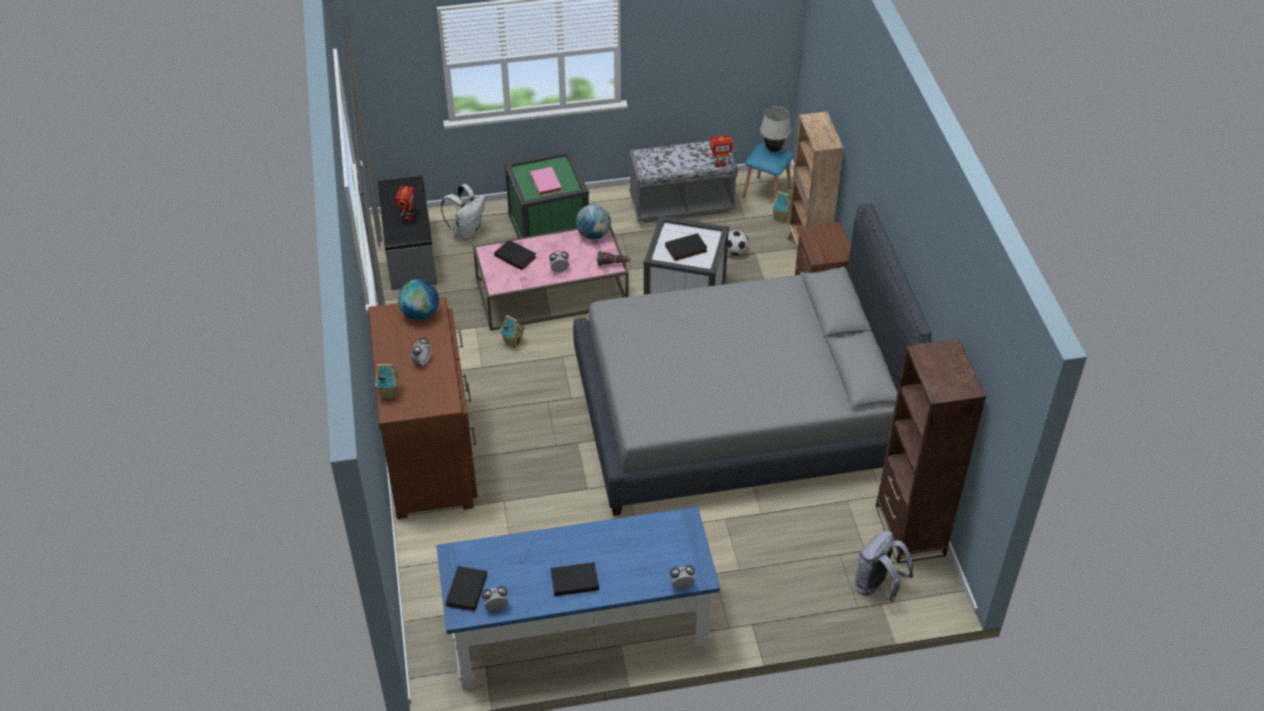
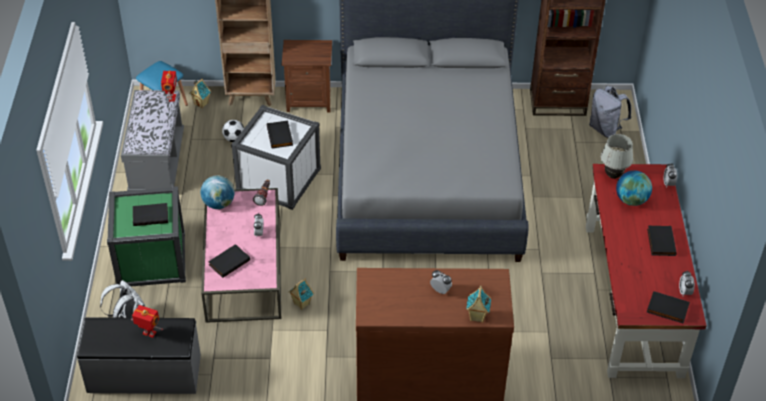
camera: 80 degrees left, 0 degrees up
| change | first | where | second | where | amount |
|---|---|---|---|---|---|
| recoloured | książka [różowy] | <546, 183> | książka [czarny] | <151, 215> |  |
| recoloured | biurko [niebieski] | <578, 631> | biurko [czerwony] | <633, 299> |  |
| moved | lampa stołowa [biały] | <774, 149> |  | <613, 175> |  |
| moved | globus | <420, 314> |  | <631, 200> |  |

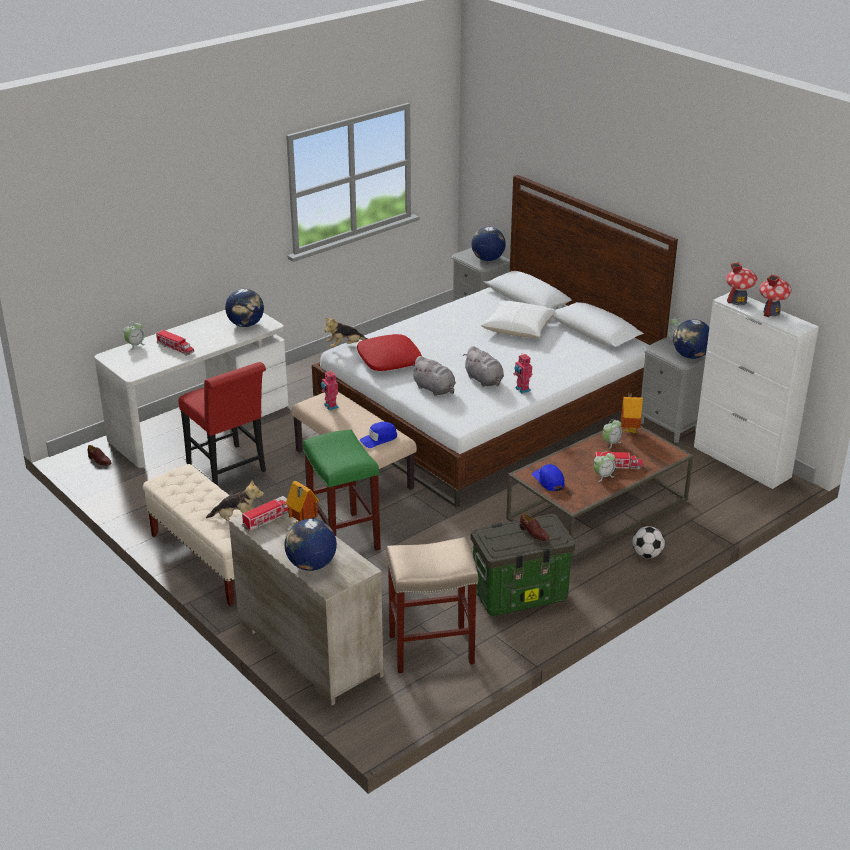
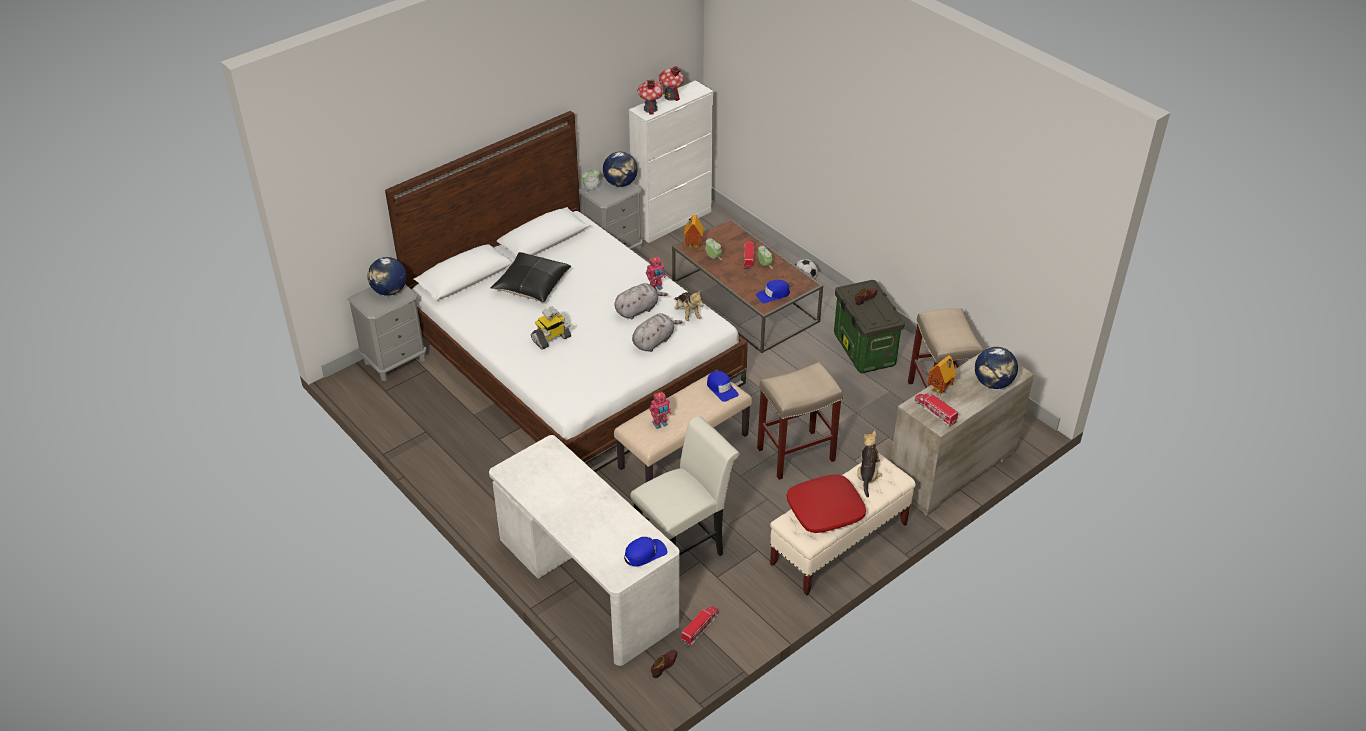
camera: 90 degrees left, 10 degrees up
| change | first | where | second | where | amount |
|---|---|---|---|---|---|
| recoloured | poduszka [biały] | <519, 328> | poduszka [czarny] | <532, 285> |  |
| added |  |  | robot zabawkowy | <551, 339> |  |
| added |  |  | czapka z daszkiem [niebieski] | <645, 553> |  |
| recoloured | krzesło [czerwony] | <229, 470> | krzesło [biały] | <684, 546> |  |
| moved | pluszak | <345, 346> |  | <687, 313> |  |
| moved | ciężarówka zabawkowa | <175, 348> |  | <700, 627> |  |
| recoloured | stołek [zielony] | <342, 536> | stołek [beżowy] | <795, 455> |  |
| moved | poduszka [czerwony] | <389, 360> |  | <825, 510> |  |
| removed | budzik | <135, 345> |  |  |  |
| removed | globus | <246, 325> |  |  |  |

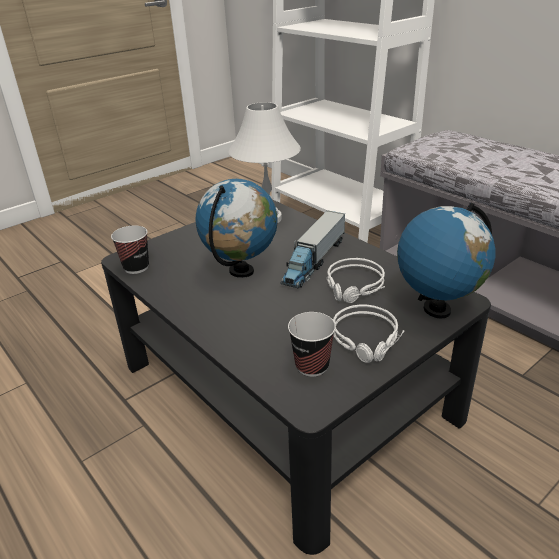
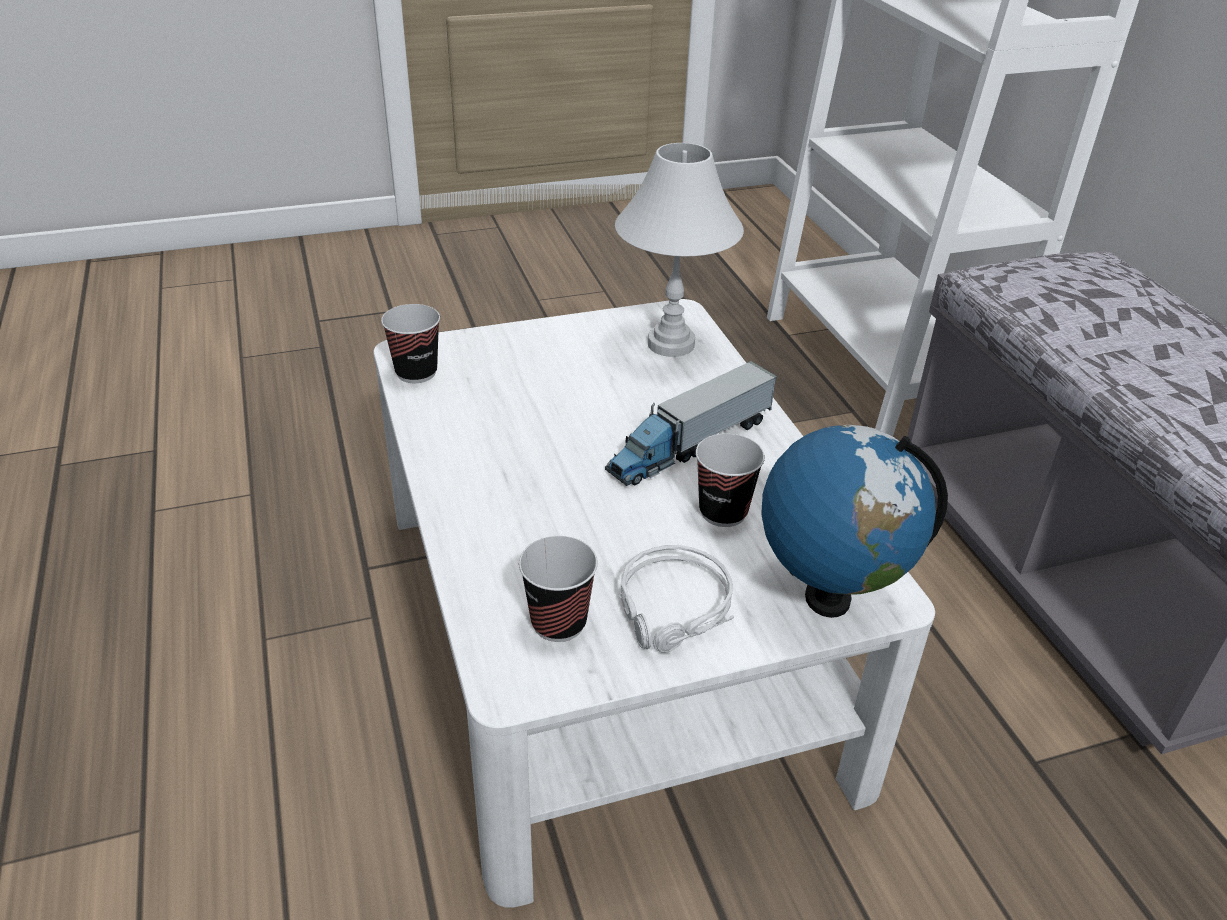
camera: 20 degrees right, 5 degrees up
| change | first | where | second | where | amount |
|---|---|---|---|---|---|
| recoloured | ława [czarny] | <285, 389> | ława [biały] | <609, 637> |  |
| replaced | słuchawki [szary] | <355, 286> | filiżanka | <723, 512> |  |
| removed | globus | <241, 271> |  |  |  |

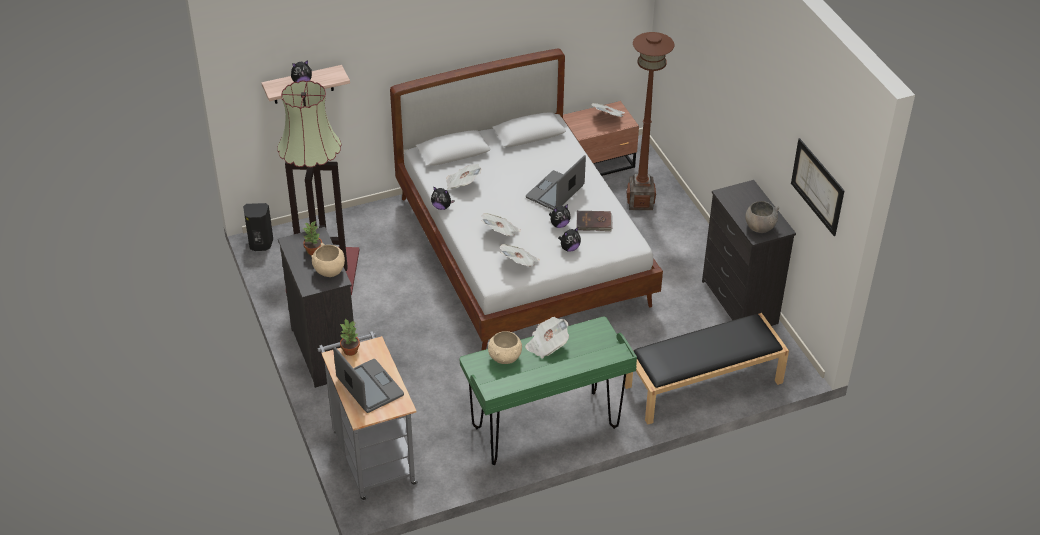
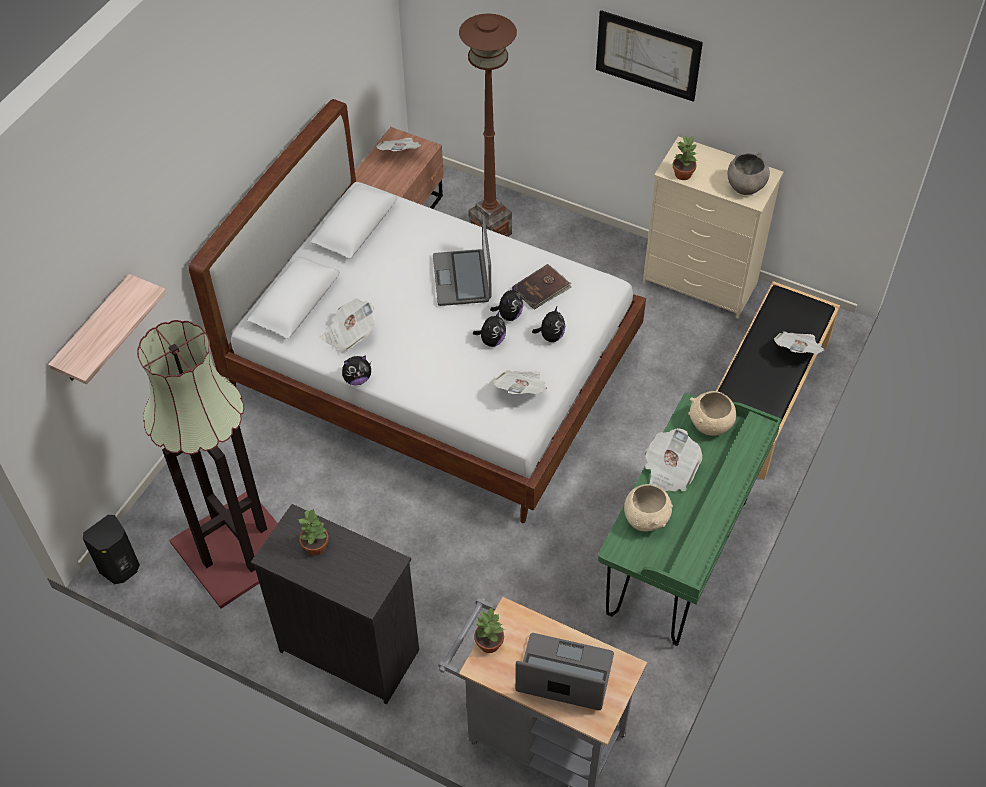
camera: 40 degrees left, 10 degrees up
| change | first | where | second | where | amount |
|---|---|---|---|---|---|
| moved | pluszak | <302, 82> |  | <491, 340> |  |
| moved | obraz | <817, 186> |  | <647, 55> |  |
| recoloured | komoda [czarny] | <739, 303> | komoda [beżowy] | <700, 283> |  |
| added |  |  | roślina doniczkowa | <683, 174> |  |
| moved | miska [beżowy] | <329, 271> |  | <710, 425> |  |
| moved | gazeta | <501, 232> |  | <797, 351> |  |

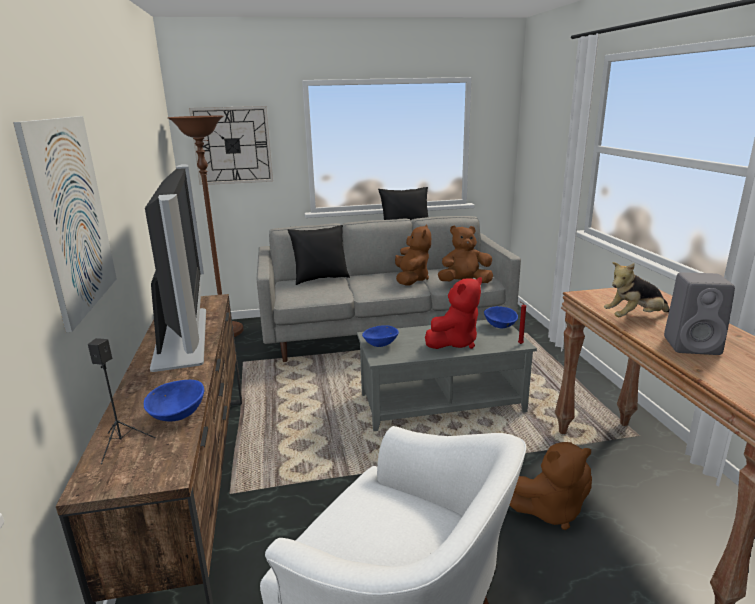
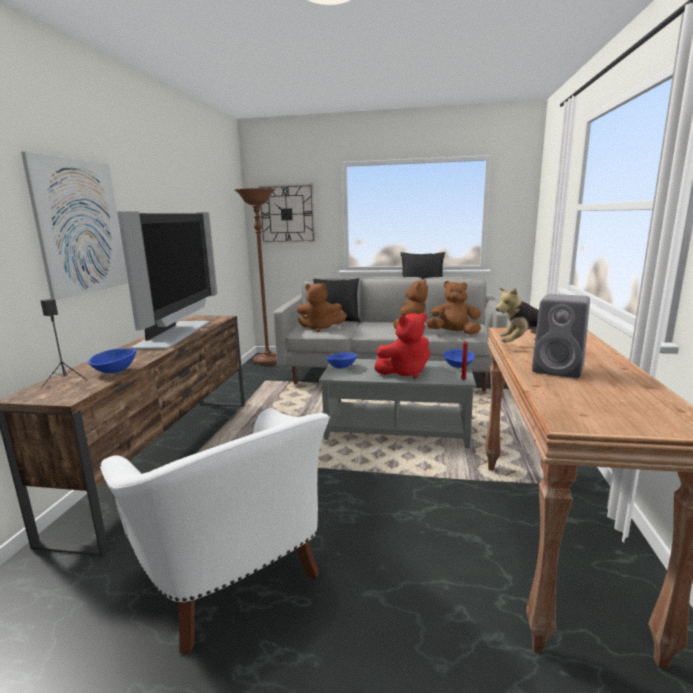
camera: 20 degrees right, 5 degrees down
| change | first | where | second | where | amount |
|---|---|---|---|---|---|
| moved | pluszak [brązowy] | <550, 510> |  | <320, 328> |  |

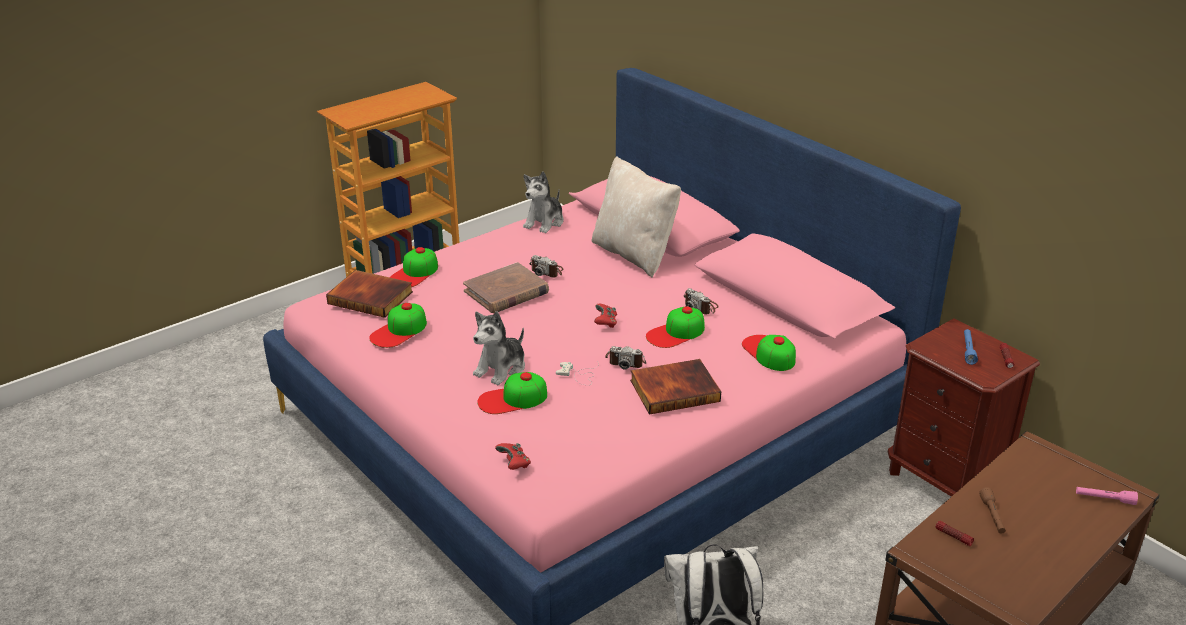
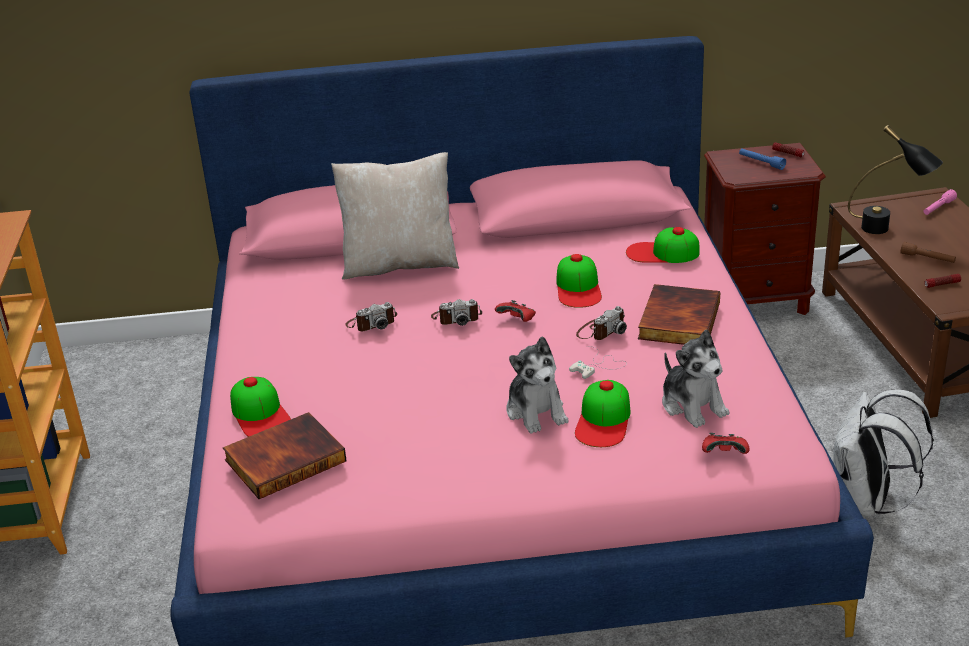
camera: 55 degrees left, 0 degrees up
| change | first | where | second | where | amount |
|---|---|---|---|---|---|
| moved | aparat fotograficzny | <701, 306> |  | <456, 318> |  |
| moved | pluszak | <544, 222> |  | <693, 405> |  |
| added |  |  | lampa stołowa [czarny] | <888, 230> |  |
| removed | czapka z daszkiem | <399, 331> |  |  |  |
| removed | książka [brązowy] | <506, 292> |  |  |  |

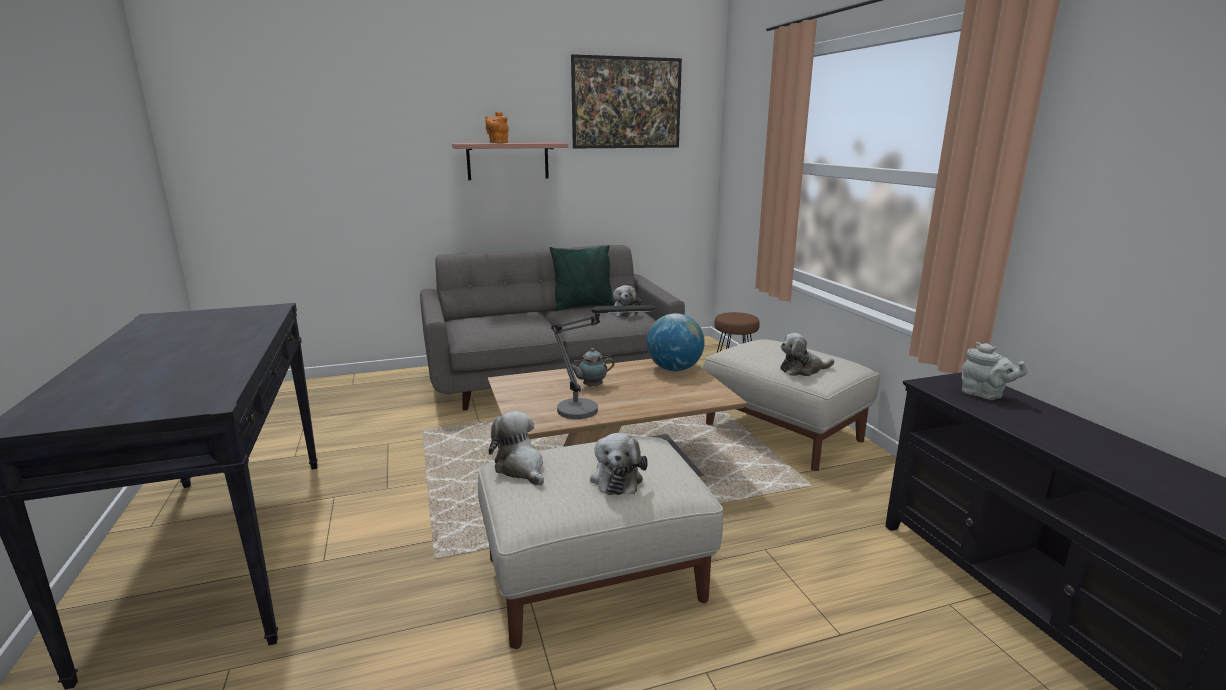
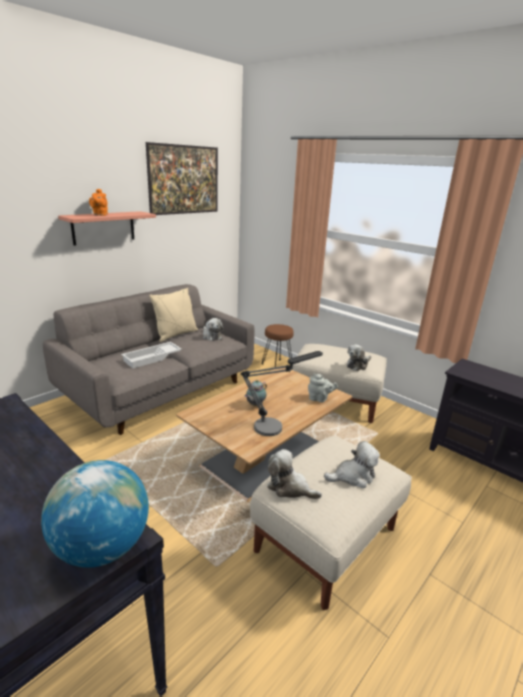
camera: 30 degrees left, 5 degrees up
| change | first | where | second | where | amount |
|---|---|---|---|---|---|
| moved | globus | <674, 369> |  | <102, 547> |  |
| added |  |  | taca [biały] | <152, 358> |  |
| recoloured | poduszka [zielony] | <583, 306> | poduszka [beżowy] | <176, 334> |  |
| moved | imbryk [szary] | <985, 395> |  | <319, 399> |  |
| turned | pluszak | <617, 478> |  | <353, 476> | 75 degrees counterclockwise |

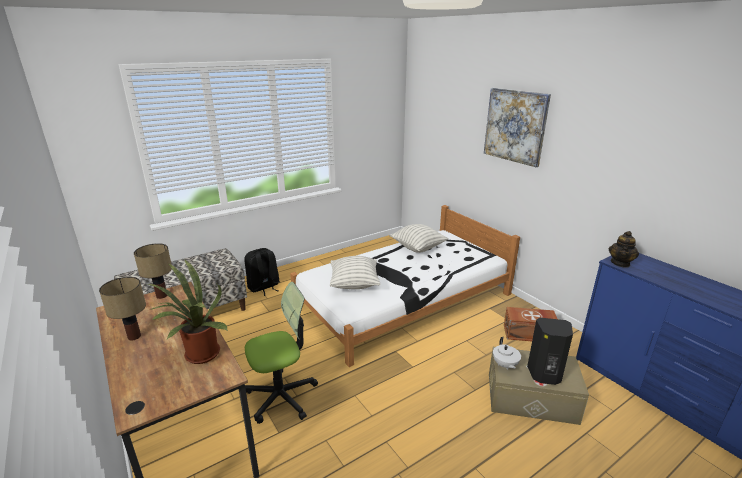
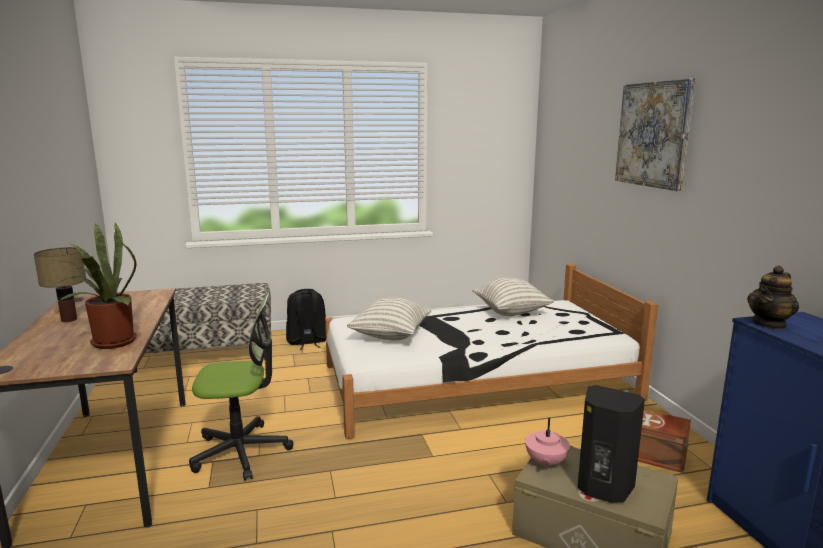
camera: 20 degrees right, 10 degrees down
| change | first | where | second | where | amount |
|---|---|---|---|---|---|
| recoloured | imbryk [biały] | <504, 365> | imbryk [różowy] | <545, 463> |  |
| removed | lampa stołowa | <162, 295> |  |  |  |

